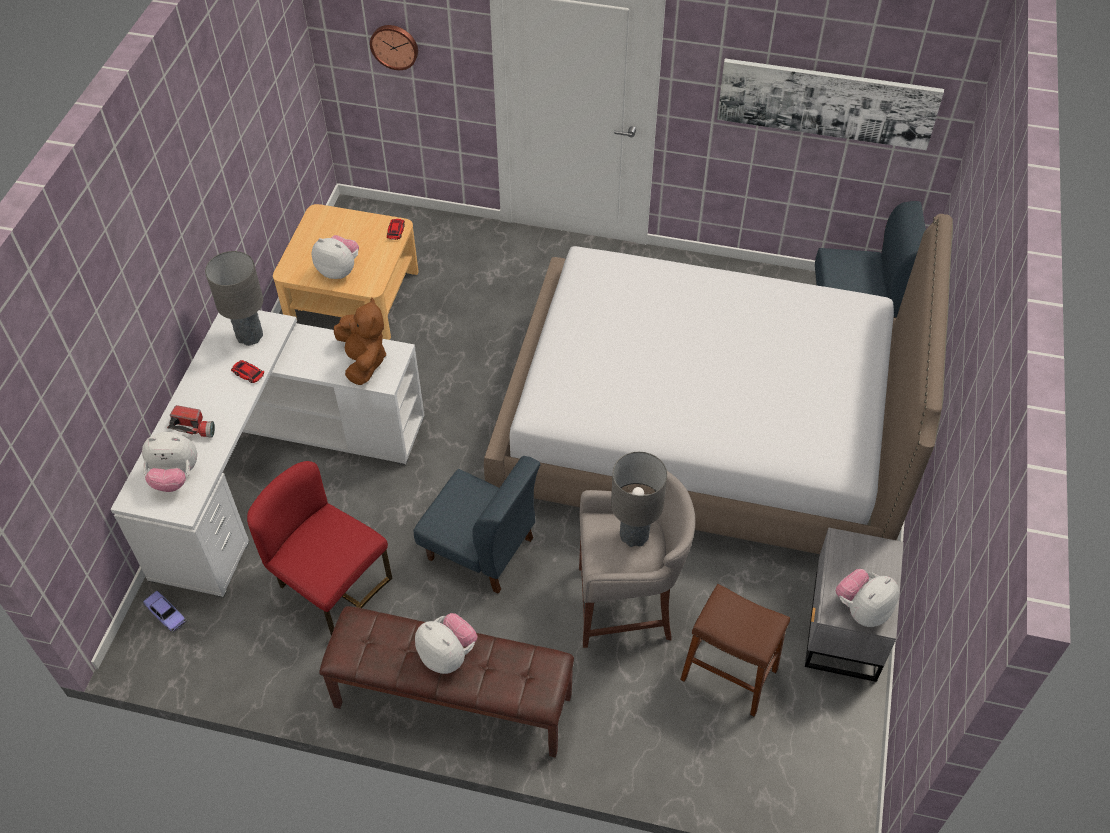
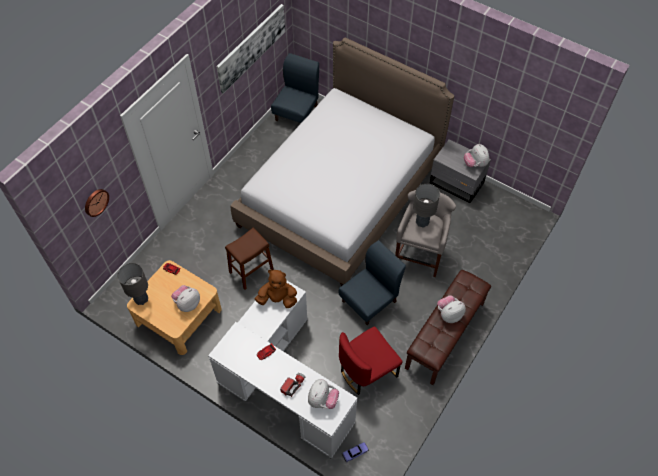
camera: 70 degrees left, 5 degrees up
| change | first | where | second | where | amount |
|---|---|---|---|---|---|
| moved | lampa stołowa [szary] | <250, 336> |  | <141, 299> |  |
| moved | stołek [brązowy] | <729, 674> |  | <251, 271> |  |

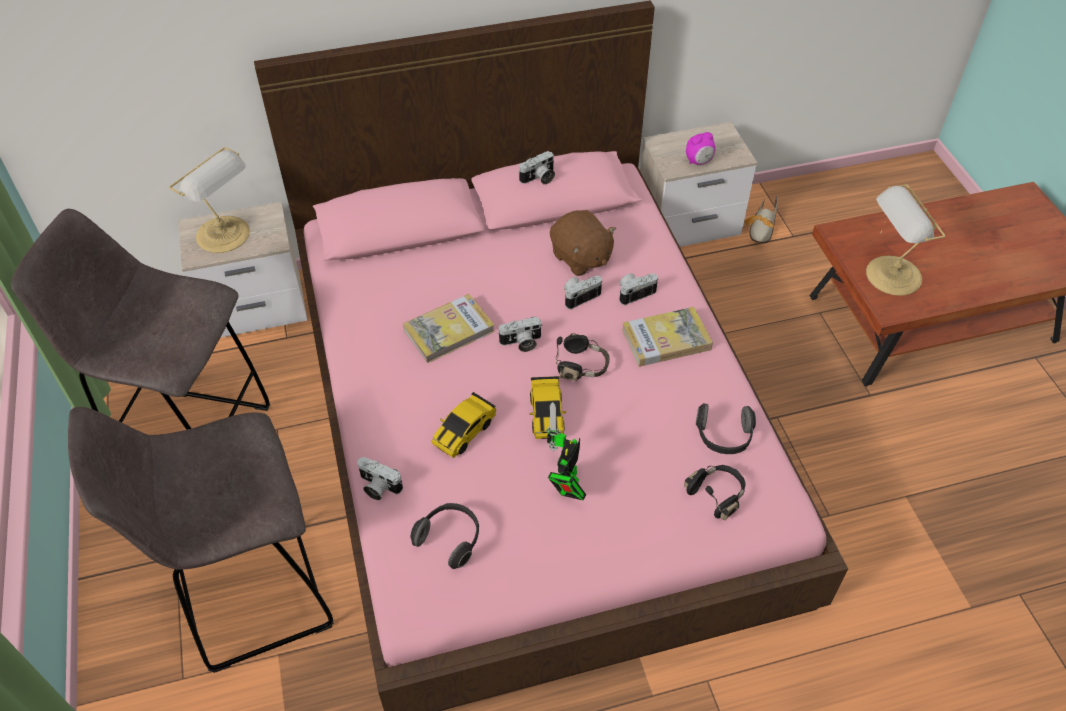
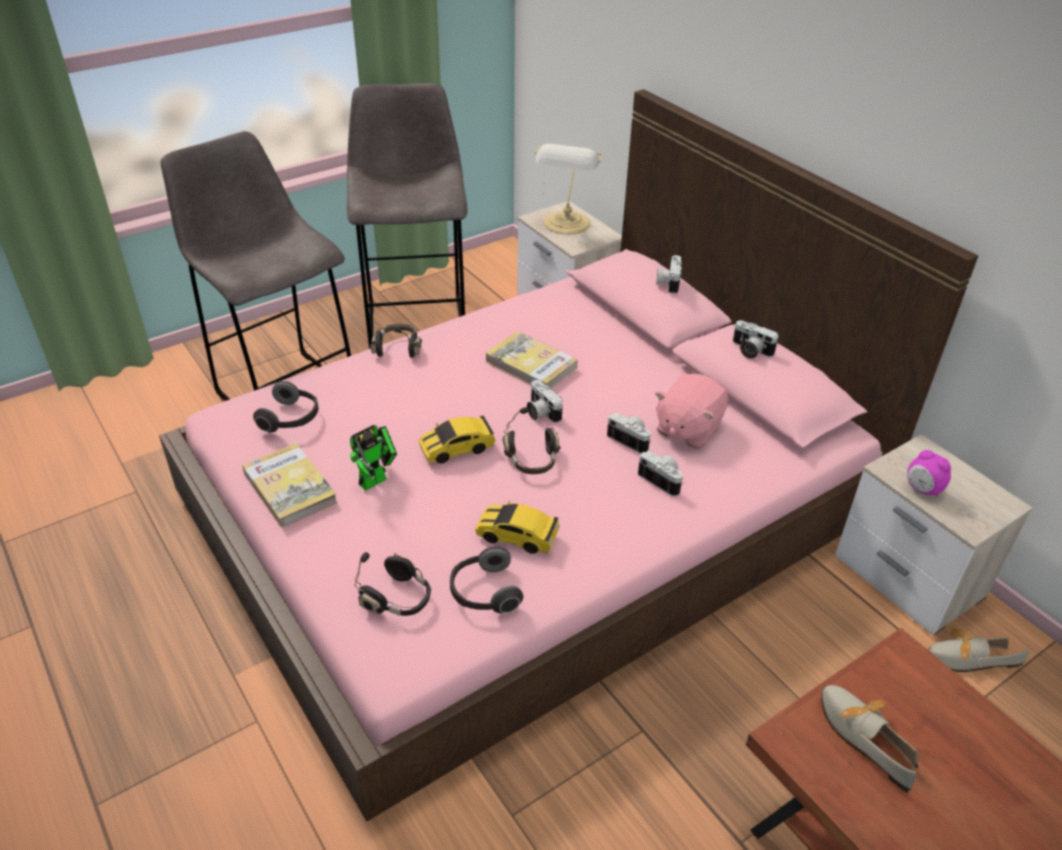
camera: 70 degrees right, 10 degrees down
| change | first | where | second | where | amount |
|---|---|---|---|---|---|
| moved | książka | <666, 339> |  | <290, 488> |  |
| turned | robot zabawkowy | <565, 484> |  | <376, 479> | 135 degrees clockwise |
| added |  |  | słuchawki [czarny] | <398, 348> |  |
| moved | samochodzik | <464, 432> |  | <517, 536> |  |
| recoloured | pluszak [brązowy] | <580, 258> | pluszak [różowy] | <687, 429> |  |
| moved | aparat fotograficzny | <378, 487> |  | <668, 283> |  |
| replaced | lampa stołowa | <890, 276> | but | <861, 734> |  |

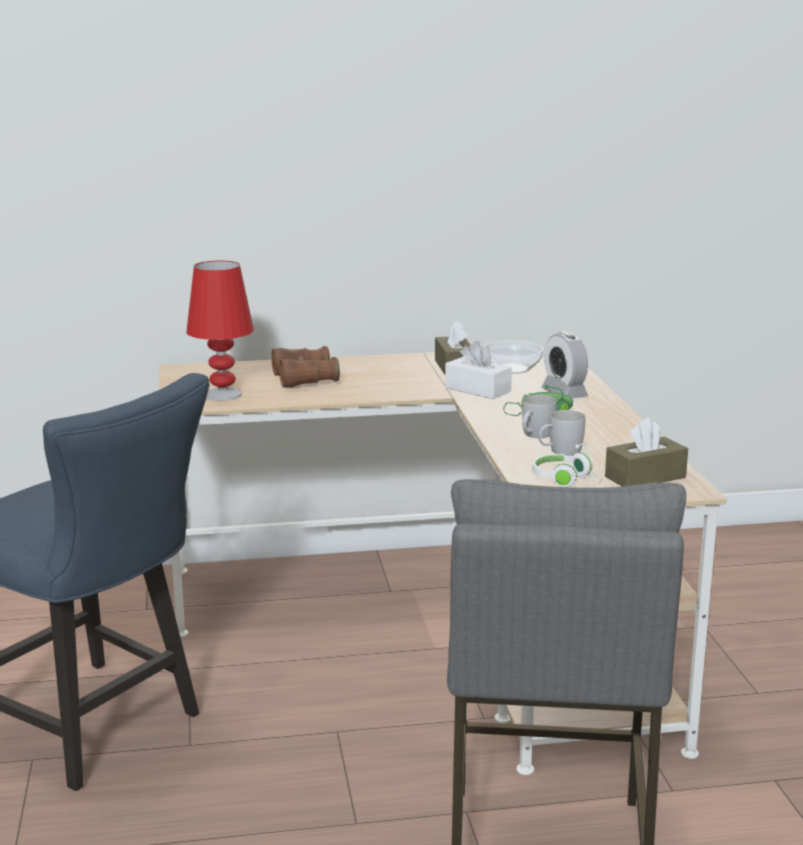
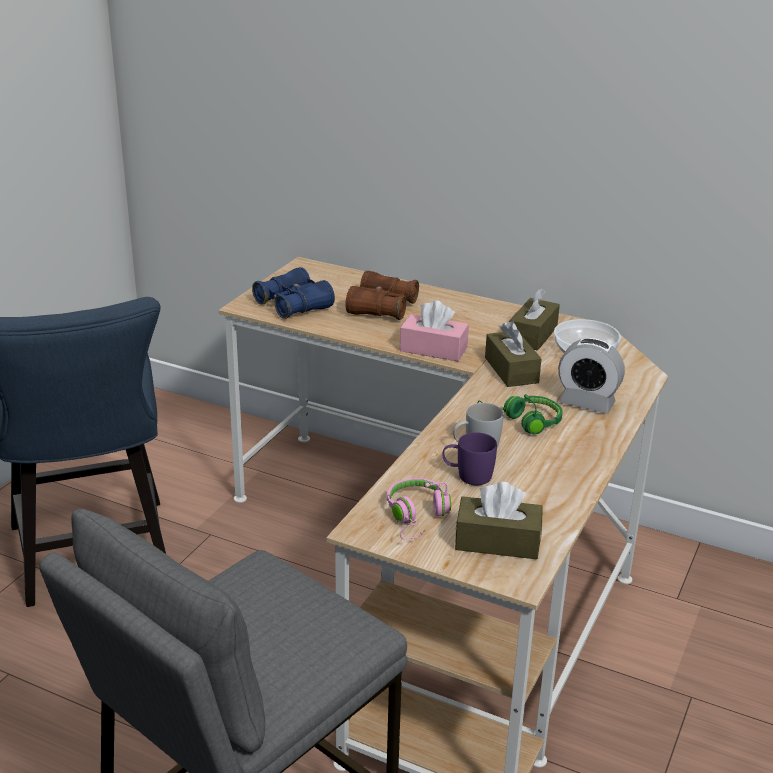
camera: 35 degrees right, 10 degrees up
| change | first | where | second | where | amount |
|---|---|---|---|---|---|
| replaced | lampa stołowa [czerwony] | <223, 394> | lornetka [niebieski] | <293, 305> |  |
| recoloured | słuchawki [biały] | <569, 481> | słuchawki [różowy] | <417, 516> |  |
| added |  |  | pudełko chusteczek [różowy] | <433, 349> |  |
| recoloured | kubek [biały] | <559, 451> | kubek [fioletowy] | <467, 475> |  |
| recoloured | pudełko chusteczek [biały] | <477, 389> | pudełko chusteczek [brązowy] | <511, 370> |  |
| turned | budzik | <564, 393> |  | <587, 403> | 75 degrees counterclockwise |

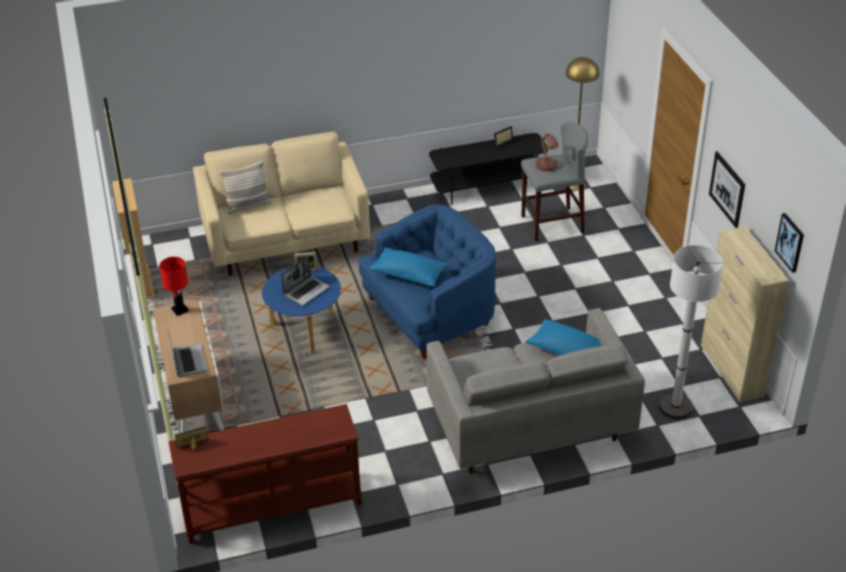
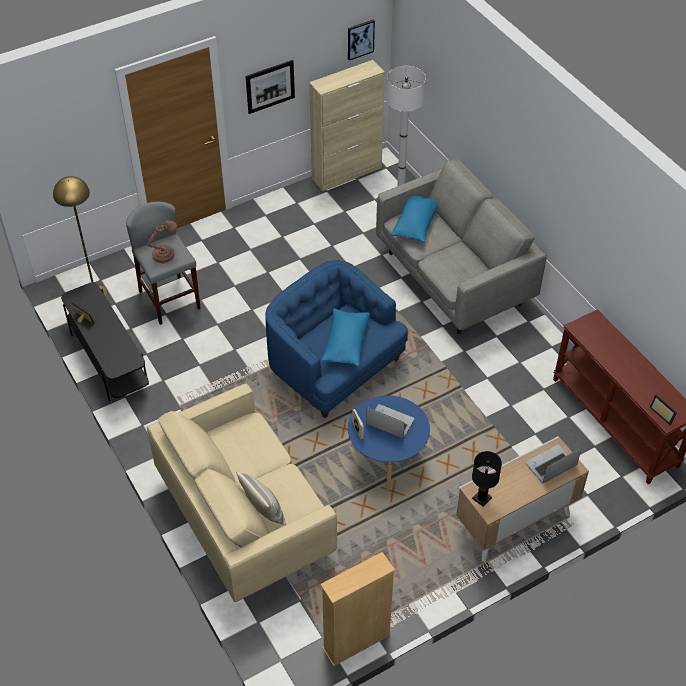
camera: 105 degrees left, 10 degrees up
| change | first | where | second | where | amount |
|---|---|---|---|---|---|
| recoloured | lampa stołowa [czerwony] | <180, 310> | lampa stołowa [czarny] | <482, 498> |  |

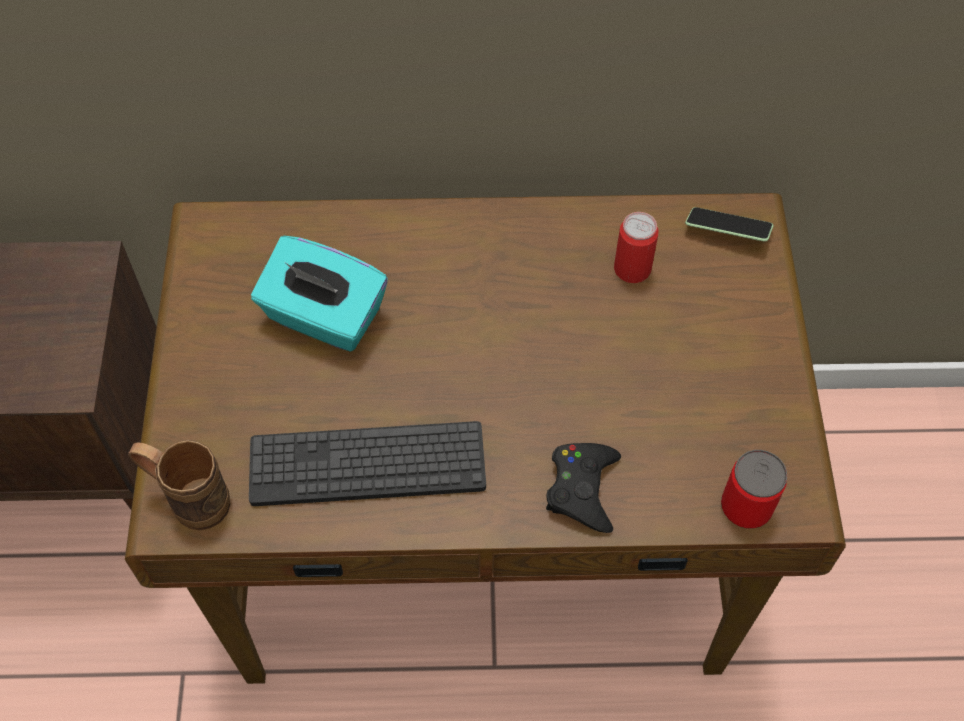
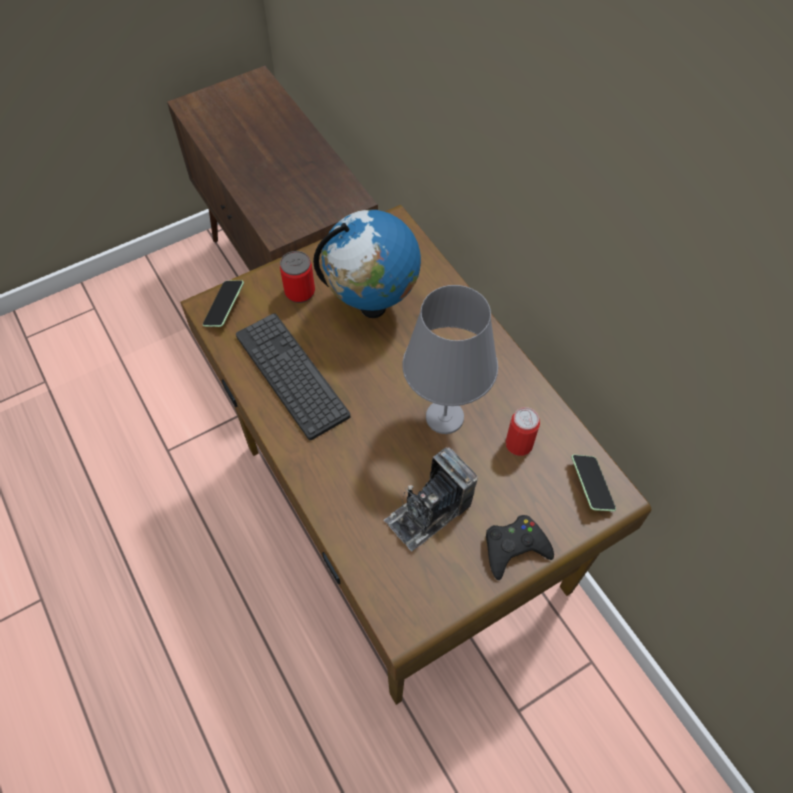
camera: 60 degrees right, 0 degrees up
| change | first | where | second | where | amount |
|---|---|---|---|---|---|
| replaced | kubek [brązowy] | <189, 499> | telefon | <224, 308> |  |
| moved | puszka | <746, 507> |  | <300, 292> |  |
| replaced | pudełko chusteczek [turkusowy] | <324, 317> | globus | <372, 306> |  |
| added |  |  | aparat fotograficzny | <428, 512> |  |
| added |  |  | lampa stołowa [szary] | <444, 417> |  |
| moved | pad do gier [czarny] | <582, 489> |  | <514, 548> |  |

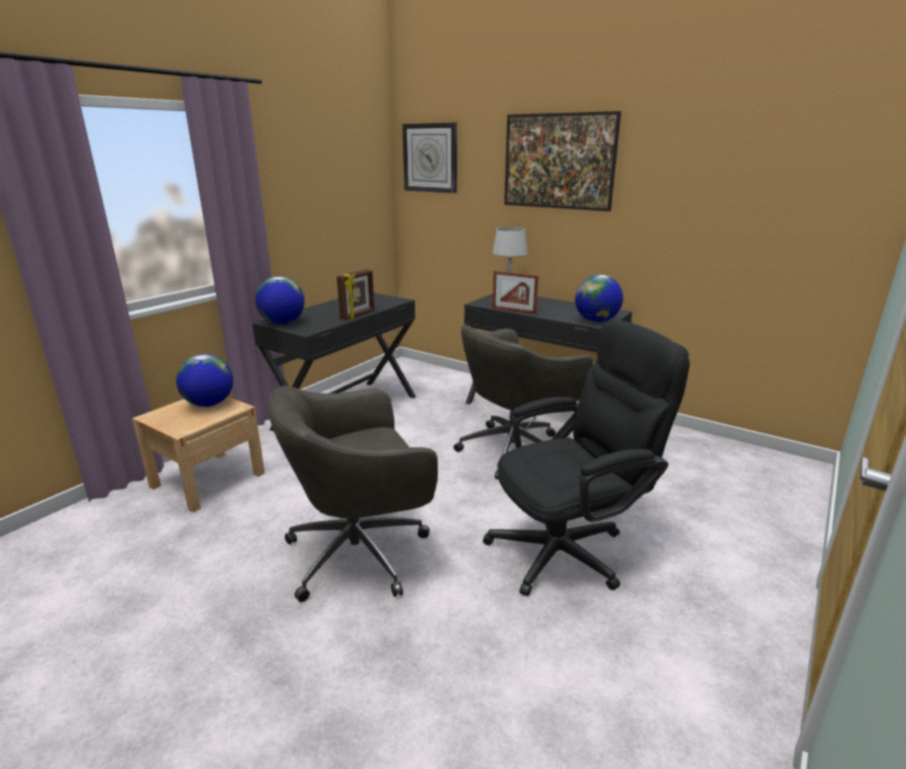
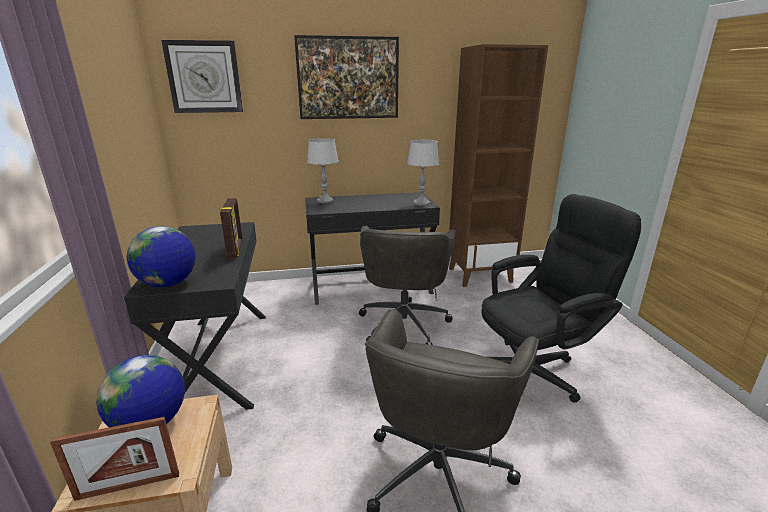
camera: 45 degrees left, 0 degrees up
| change | first | where | second | where | amount |
|---|---|---|---|---|---|
| moved | ramka na zdjęcie | <513, 310> |  | <128, 486> |  |
| replaced | globus | <596, 321> | lampa stołowa [szary] | <421, 203> |  |
| added |  |  | regał [brązowy] | <480, 275> |  |
| turned | krzesło biurowe [czarny] | <569, 548> |  | <534, 371> | 45 degrees clockwise |

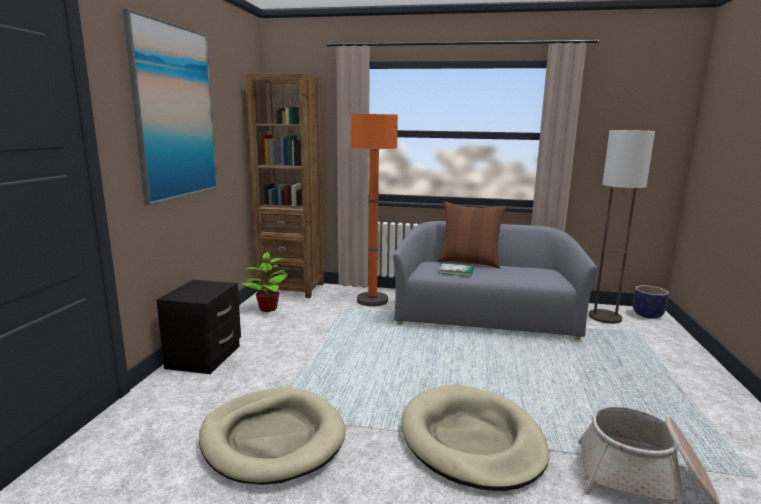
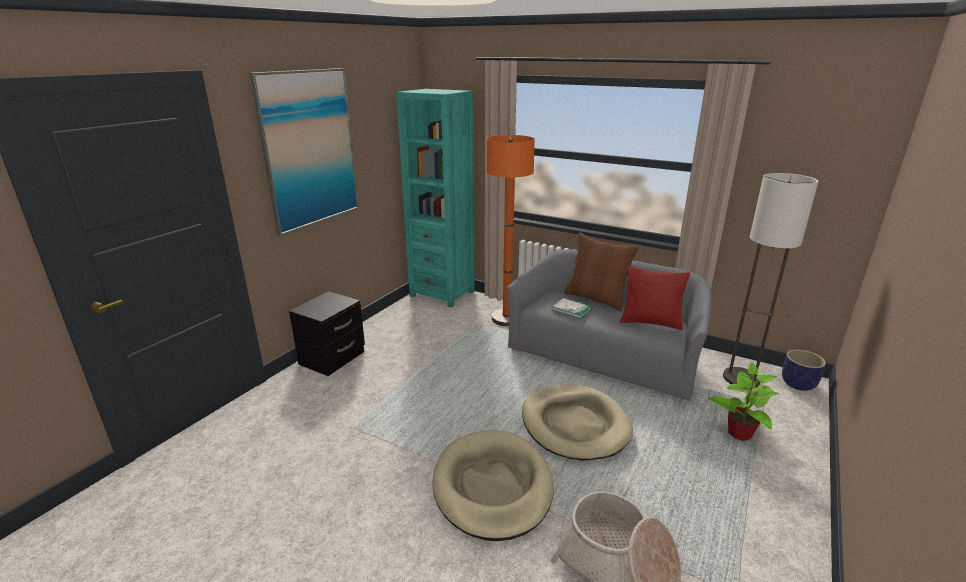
camera: 20 degrees right, 10 degrees up
| change | first | where | second | where | amount |
|---|---|---|---|---|---|
| recoloured | regał [brązowy] | <292, 288> | regał [turkusowy] | <442, 293> |  |
| moved | legowisko [beżowy] | <273, 438> |  | <574, 425> |  |
| added |  |  | poduszka [czerwony] | <650, 322> |  |
| moved | roślina doniczkowa | <267, 309> |  | <739, 434> |  |

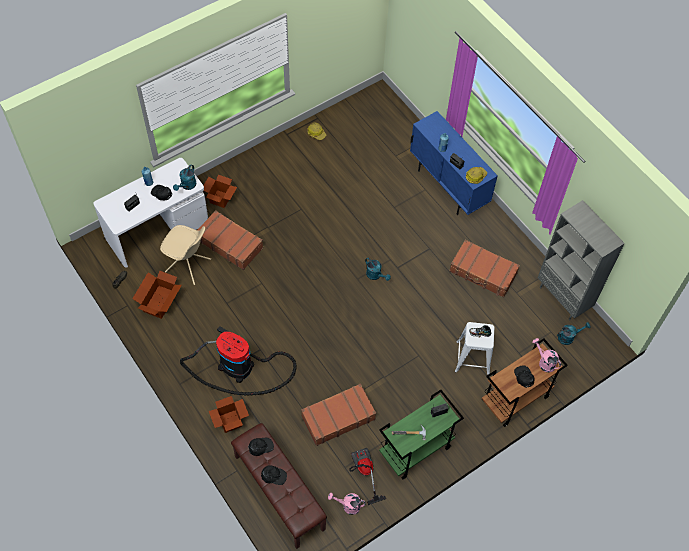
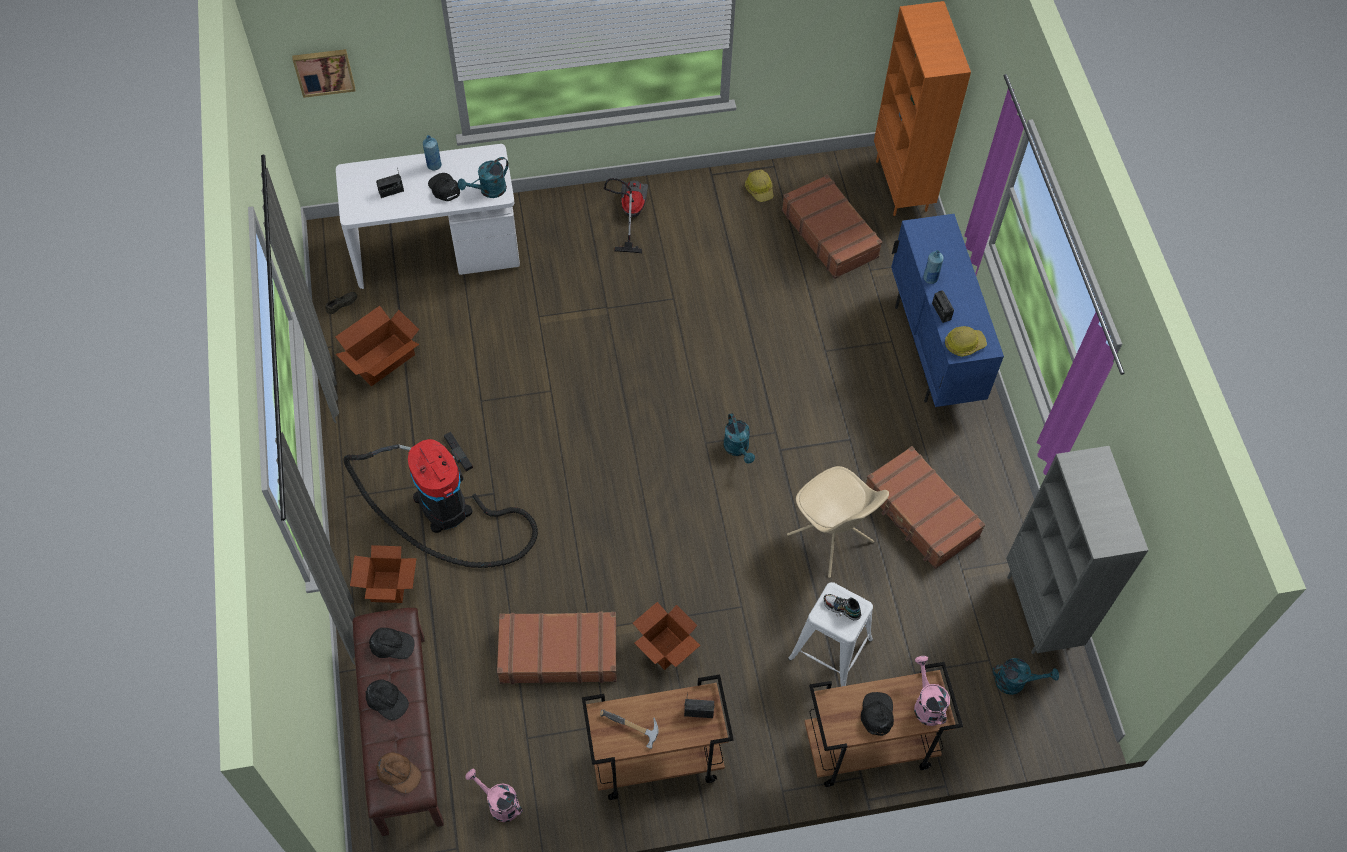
camera: 25 degrees right, 0 degrees up
| change | first | where | second | where | amount |
|---|---|---|---|---|---|
| added |  |  | obraz | <324, 71> |  |
| added |  |  | czapka z daszkiem [brązowy] | <398, 773> |  |
| recoloured | wózek [zielony] | <415, 450> | wózek [brązowy] | <655, 761> |  |
| moved | odkurzacz | <363, 473> |  | <629, 214> |  |
| moved | karton | <220, 199> |  | <665, 648> |  |
| moved | walizka [brązowy] | <230, 243> |  | <830, 233> |  |
| moved | krzesło [beżowy] | <189, 266> |  | <831, 540> |  |
| added |  |  | regał [pomarańczowy] | <902, 186> |  |

